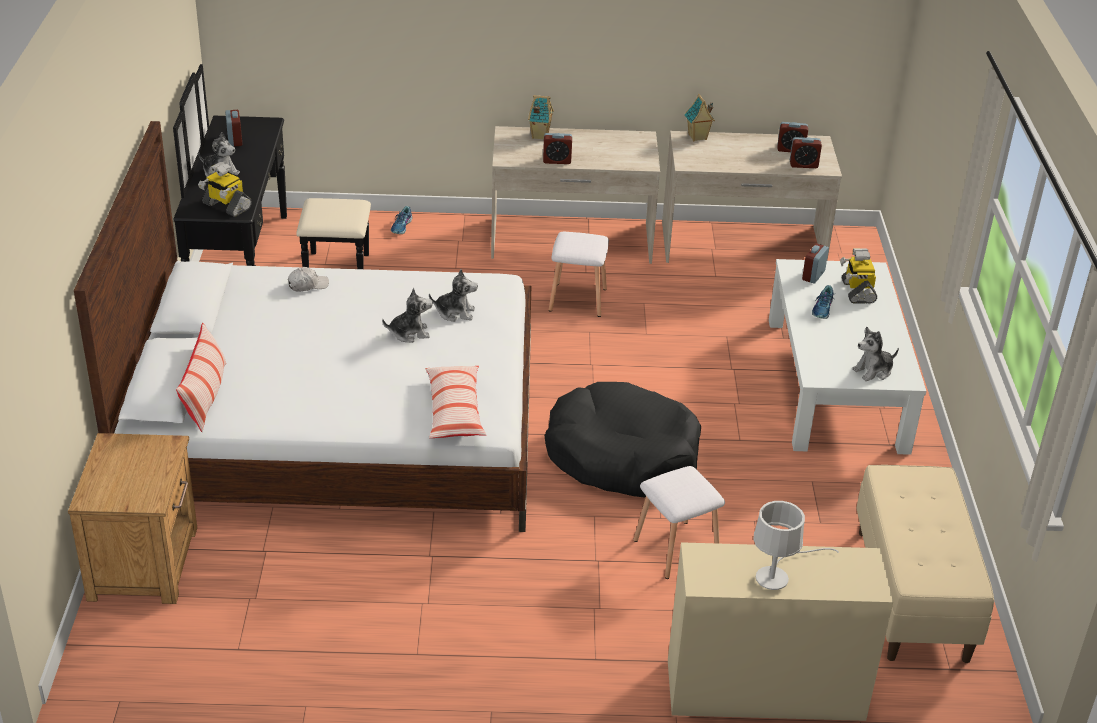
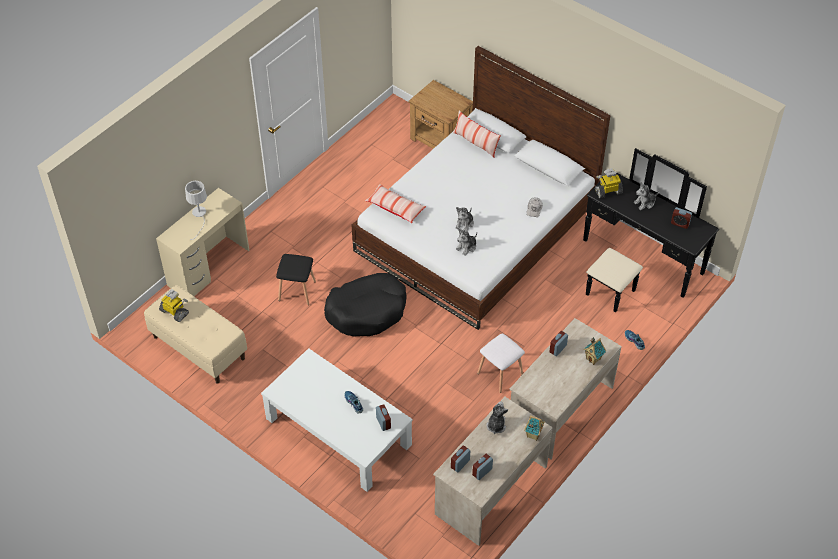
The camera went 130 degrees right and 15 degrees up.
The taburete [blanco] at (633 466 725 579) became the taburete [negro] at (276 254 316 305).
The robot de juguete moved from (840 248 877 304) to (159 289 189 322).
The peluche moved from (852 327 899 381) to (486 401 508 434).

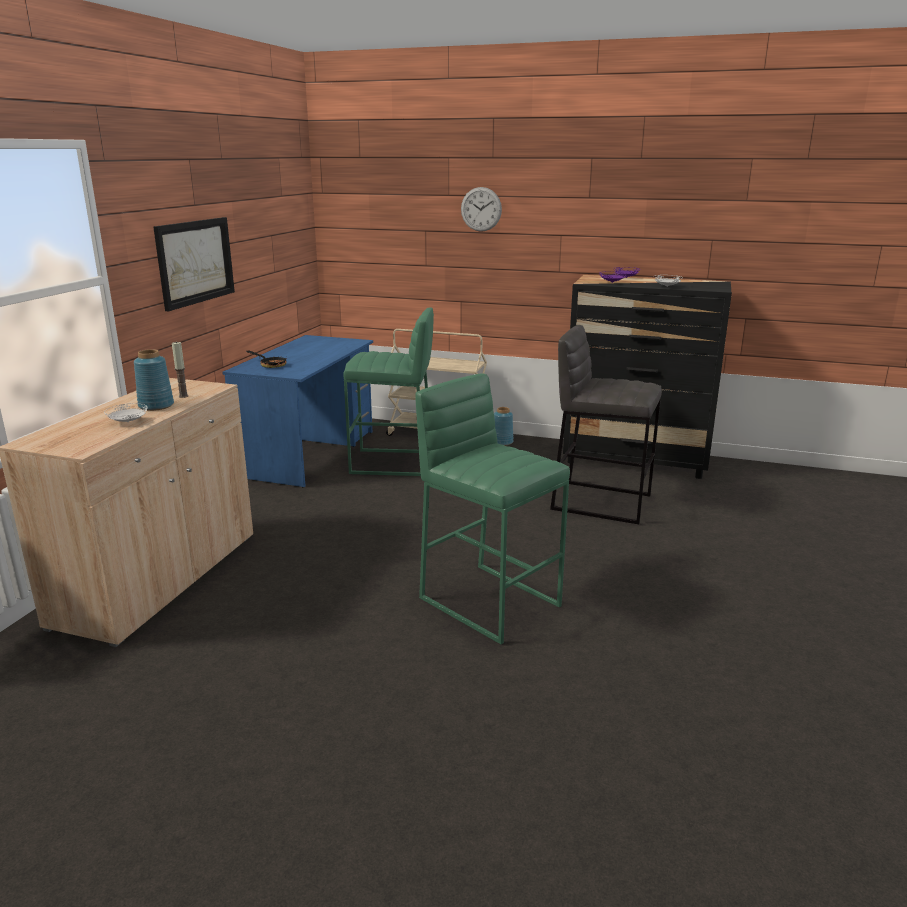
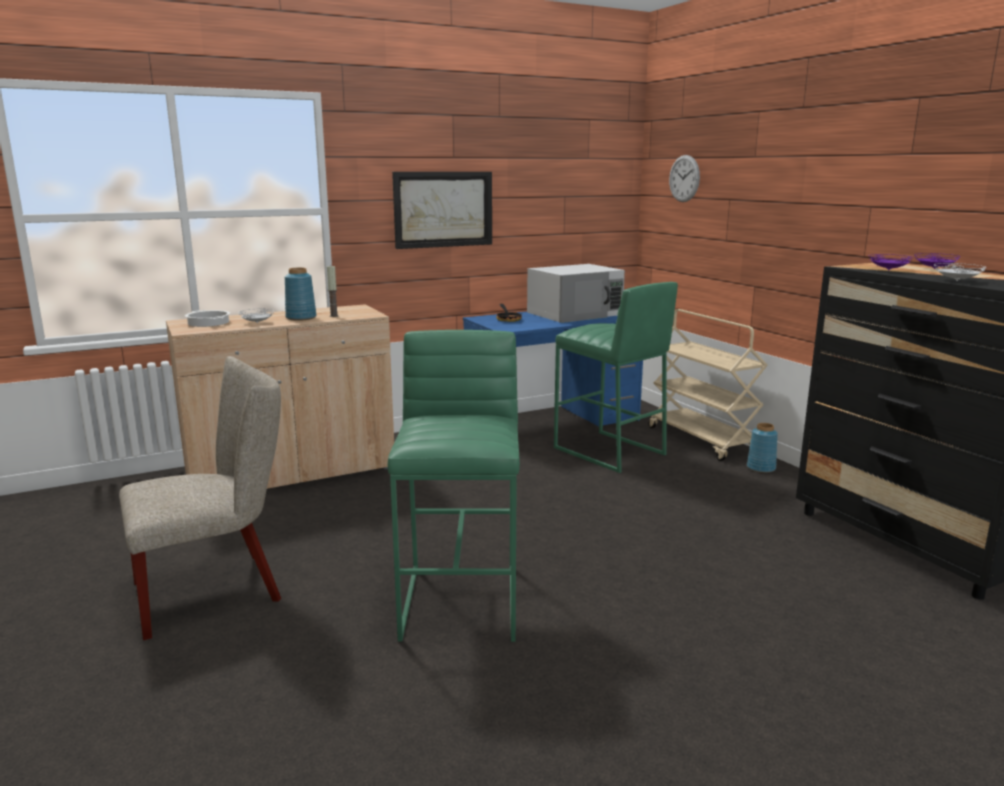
The camera went 45 degrees right and 5 degrees down.
The reloj de pared moved from (461 187 502 232) to (669 155 700 202).
The taburete [gris] at (550 325 662 524) disappeared.
The silla [beis] at (119 356 281 640) appeared.
The olla at (185 310 230 327) appeared.
The microondas [blanco] at (527 264 625 323) appeared.

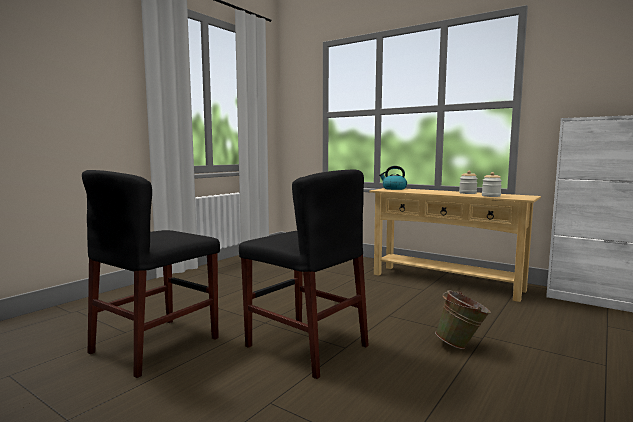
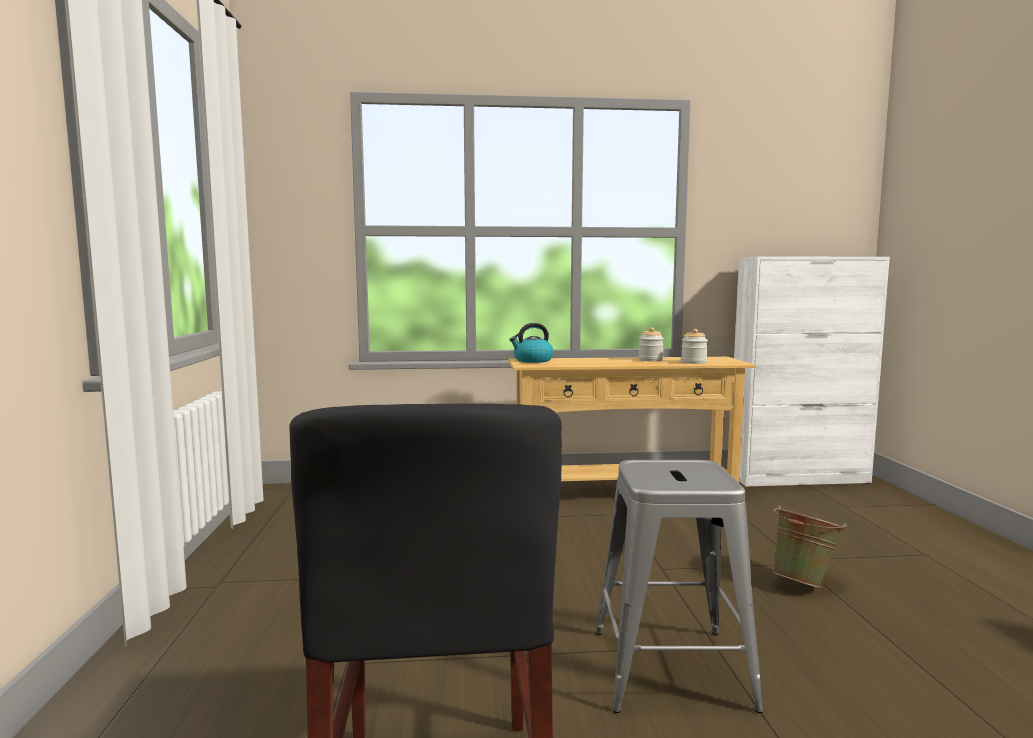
The camera went 40 degrees left and 0 degrees up.
The silla [negro] at (239 170 369 379) was replaced by the taburete [gris] at (595 460 763 713).

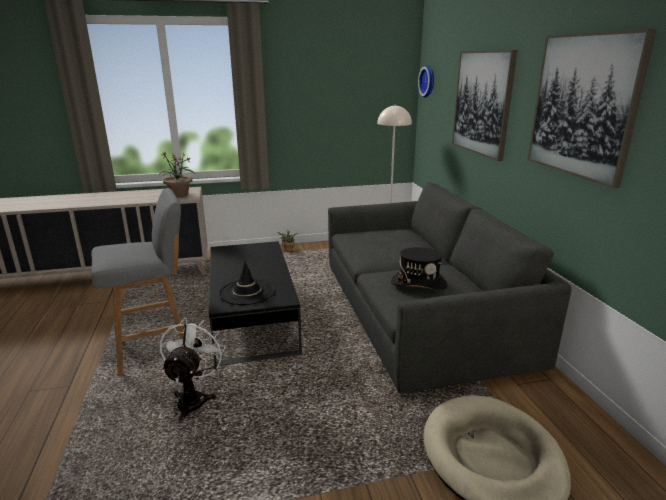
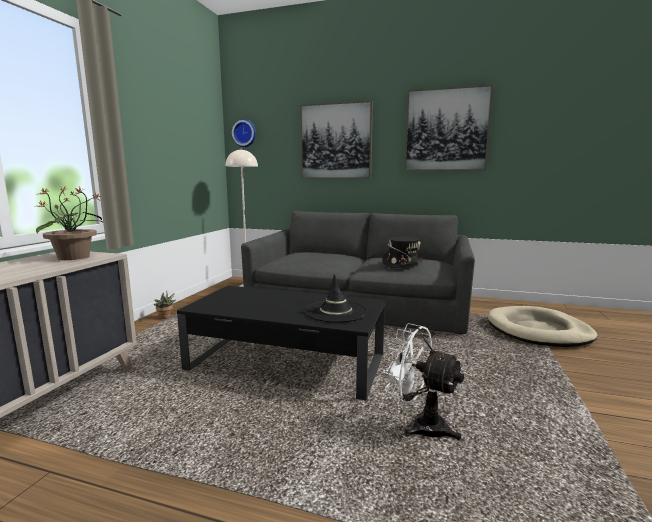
The camera went 60 degrees left and 10 degrees down.
The taburete [gris] at (91 188 186 375) disappeared.

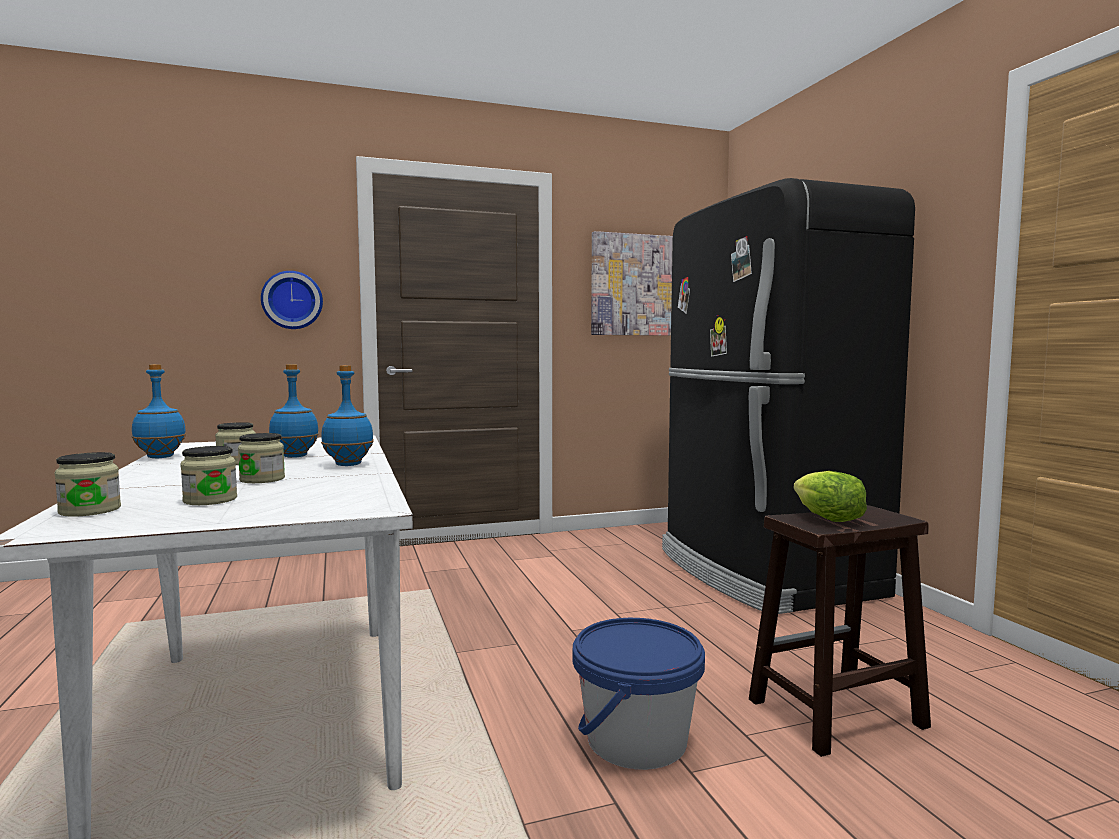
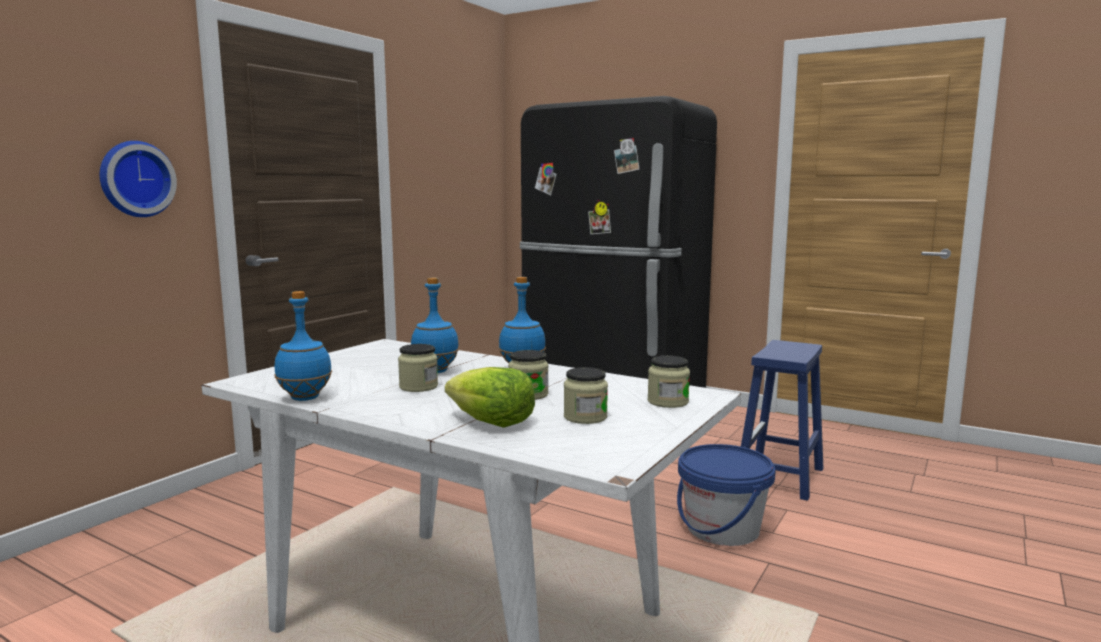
The camera went 40 degrees left and 5 degrees up.
The tarro moved from (54 452 121 517) to (647 355 690 408).
The cuadro at (591 231 673 336) disappeared.
The taburete [marrón] at (749 505 931 757) became the taburete [azul] at (741 340 823 501).
The lechuga moved from (794 471 867 522) to (445 367 535 428).

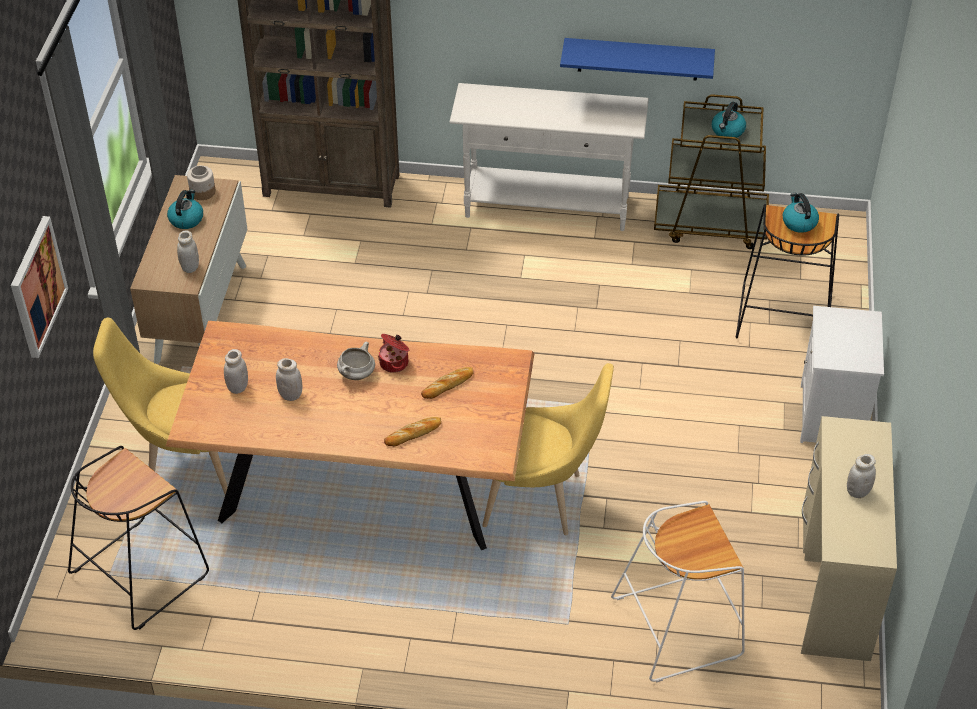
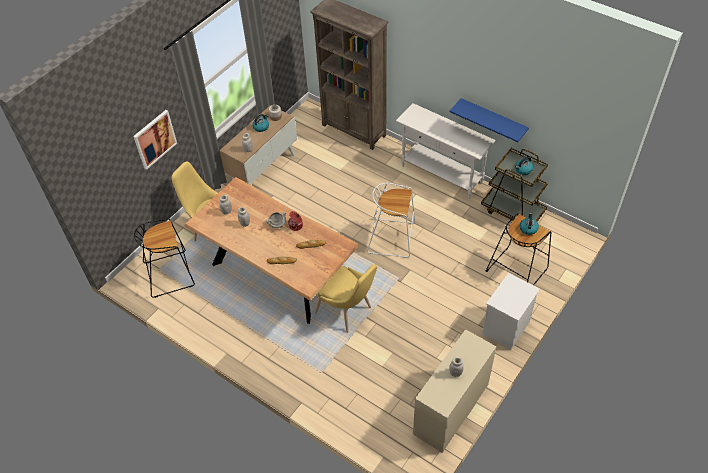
The camera went 30 degrees right and 5 degrees up.
The taburete [blanco] moved from (611 501 745 683) to (367 183 415 258).

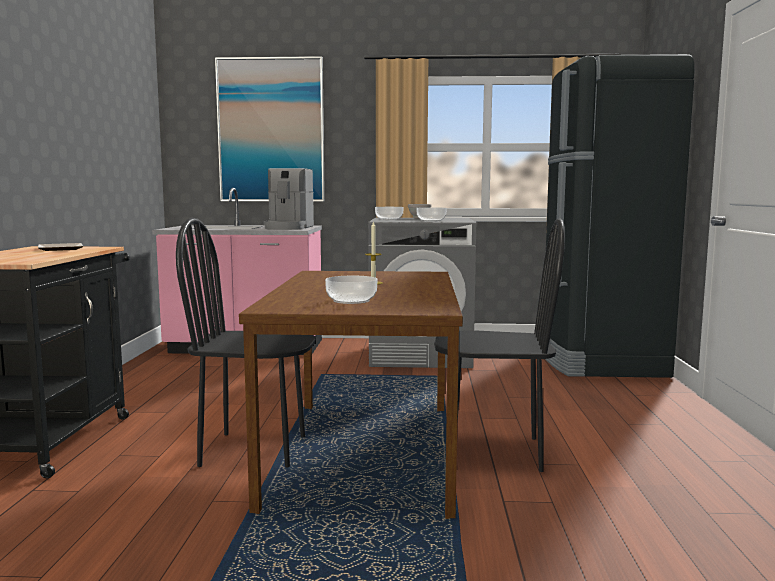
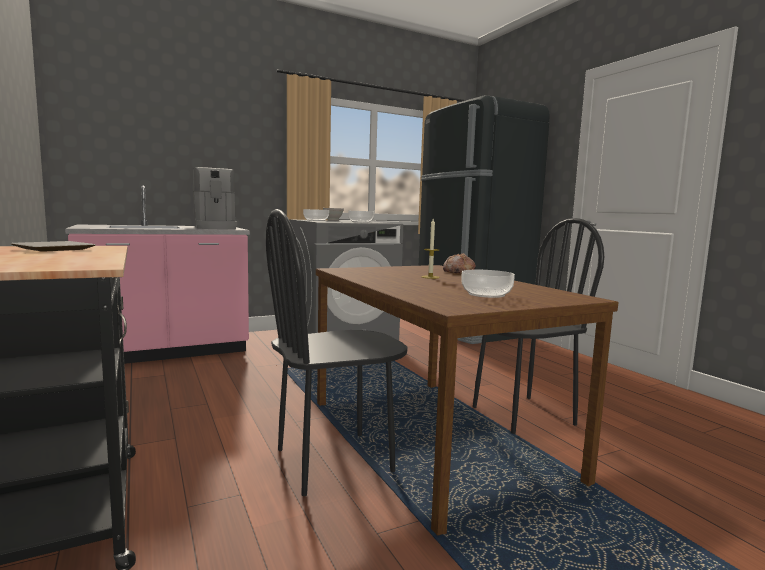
The camera went 30 degrees left and 0 degrees up.
The cuadro at (215 56 325 202) disappeared.
The pan at (443 253 476 273) appeared.

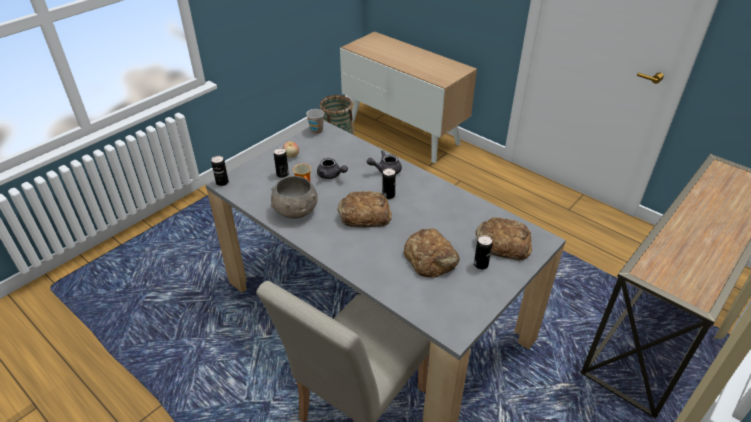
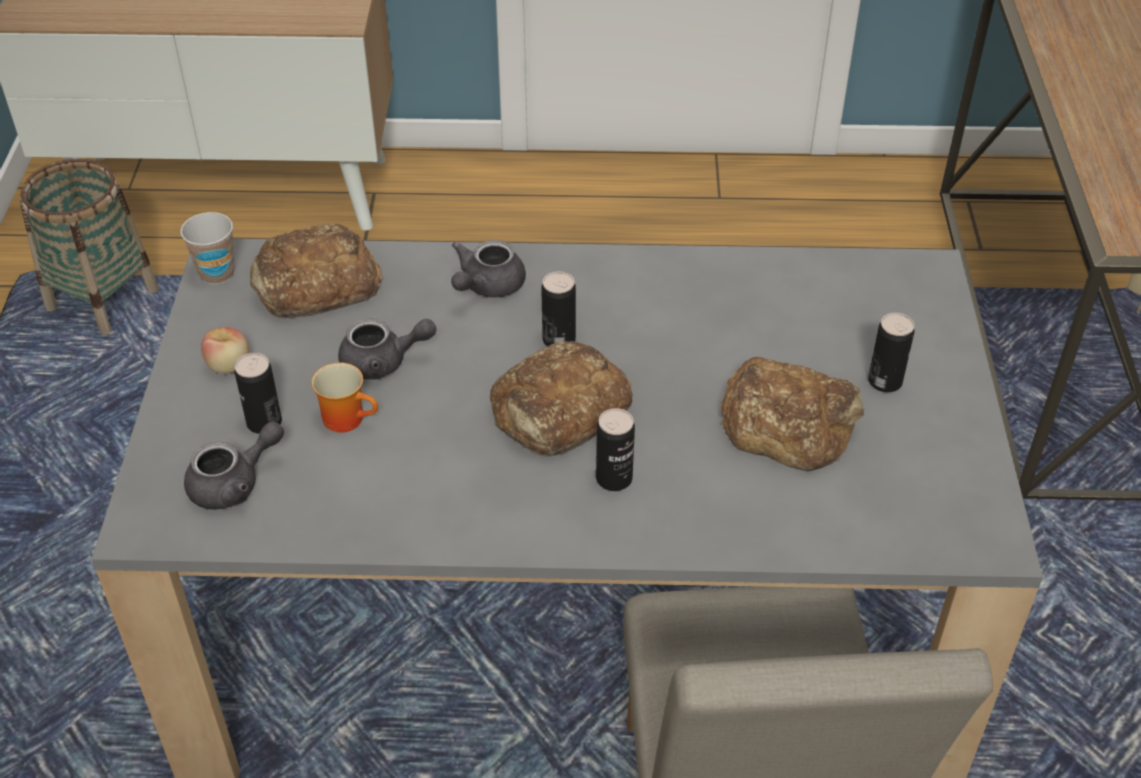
The camera went 40 degrees left and 5 degrees up.
The lata moved from (211 156 229 186) to (596 408 635 491).
The cuenco [gris] at (271 176 318 218) disappeared.
The pan moved from (476 217 532 261) to (250 224 383 319).
The tetera [gris] at (184 421 284 510) appeared.

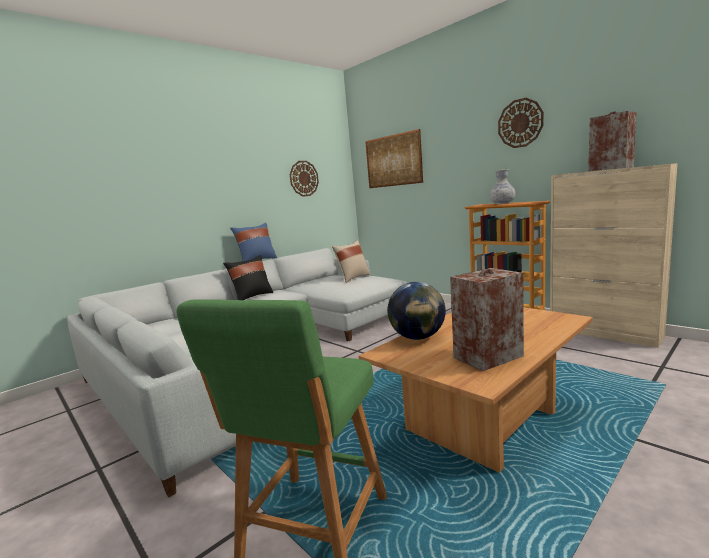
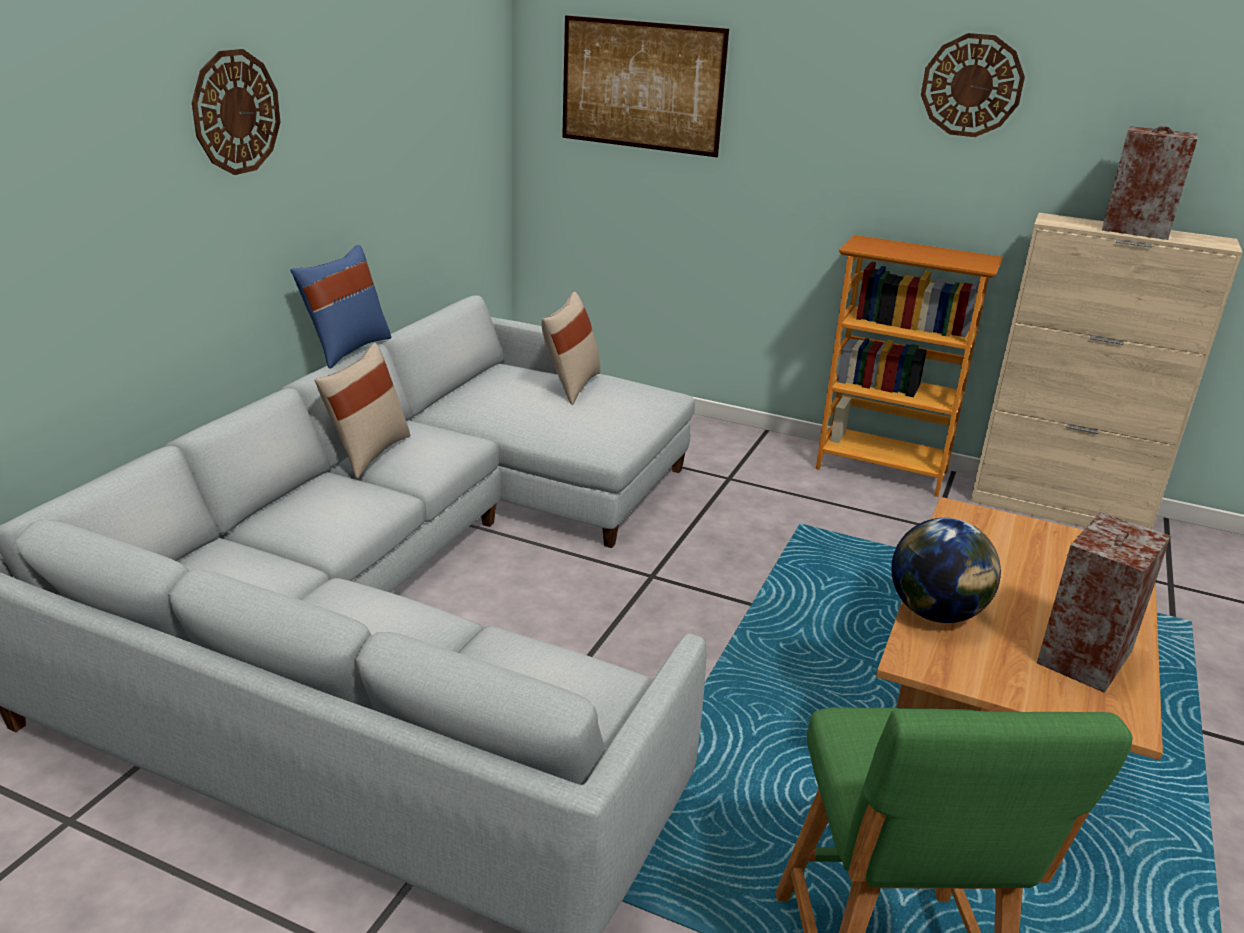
The camera went 25 degrees left and 15 degrees up.
The cojín [negro] at (223 255 273 300) became the cojín [beis] at (314 343 410 479).
The reloj de pared moved from (290 161 319 197) to (192 49 280 175).
The florero at (490 169 516 204) disappeared.

